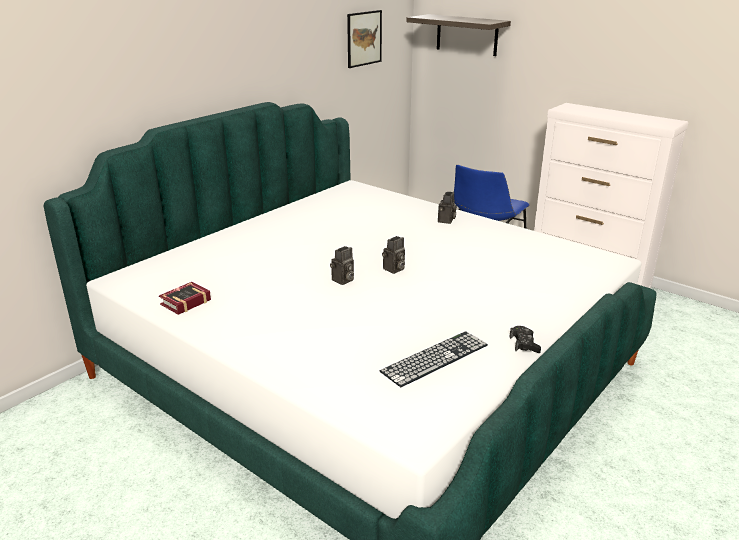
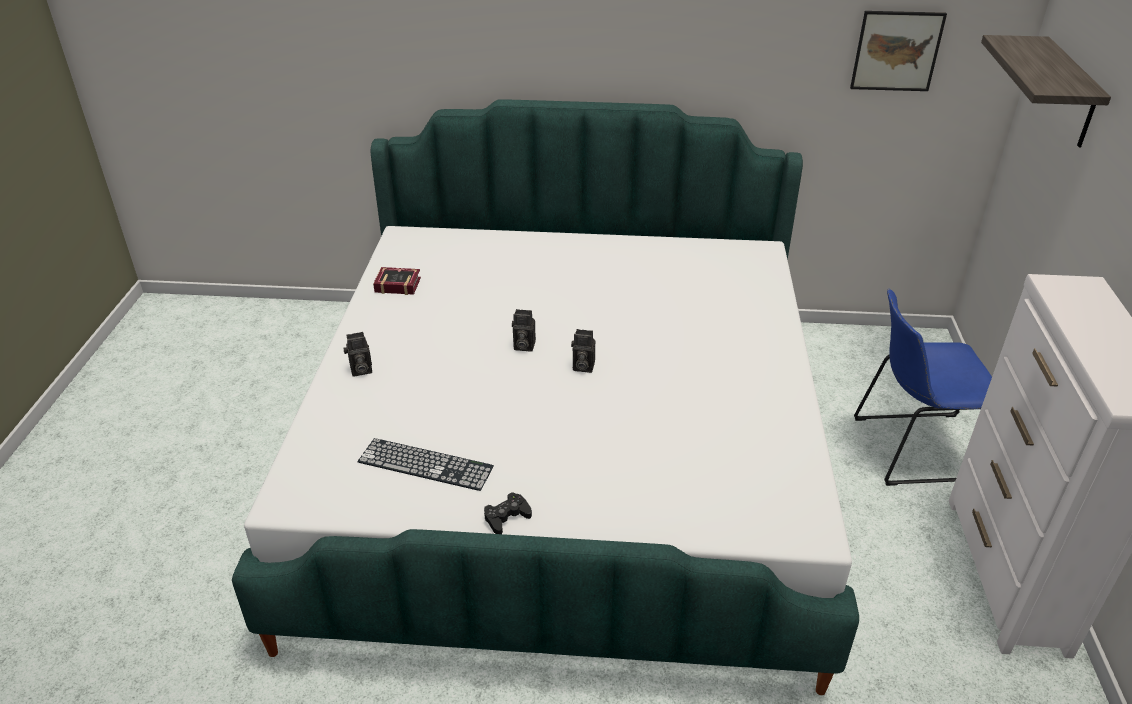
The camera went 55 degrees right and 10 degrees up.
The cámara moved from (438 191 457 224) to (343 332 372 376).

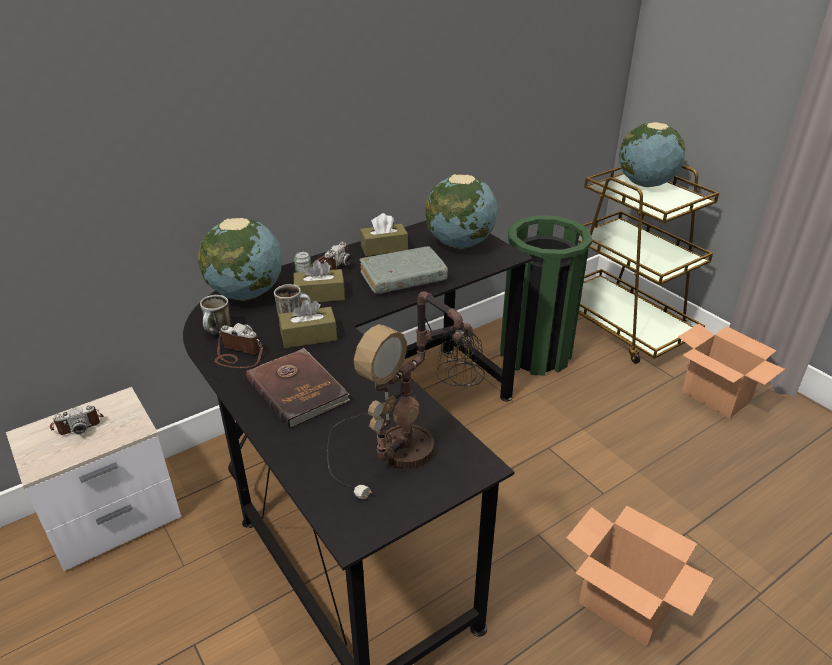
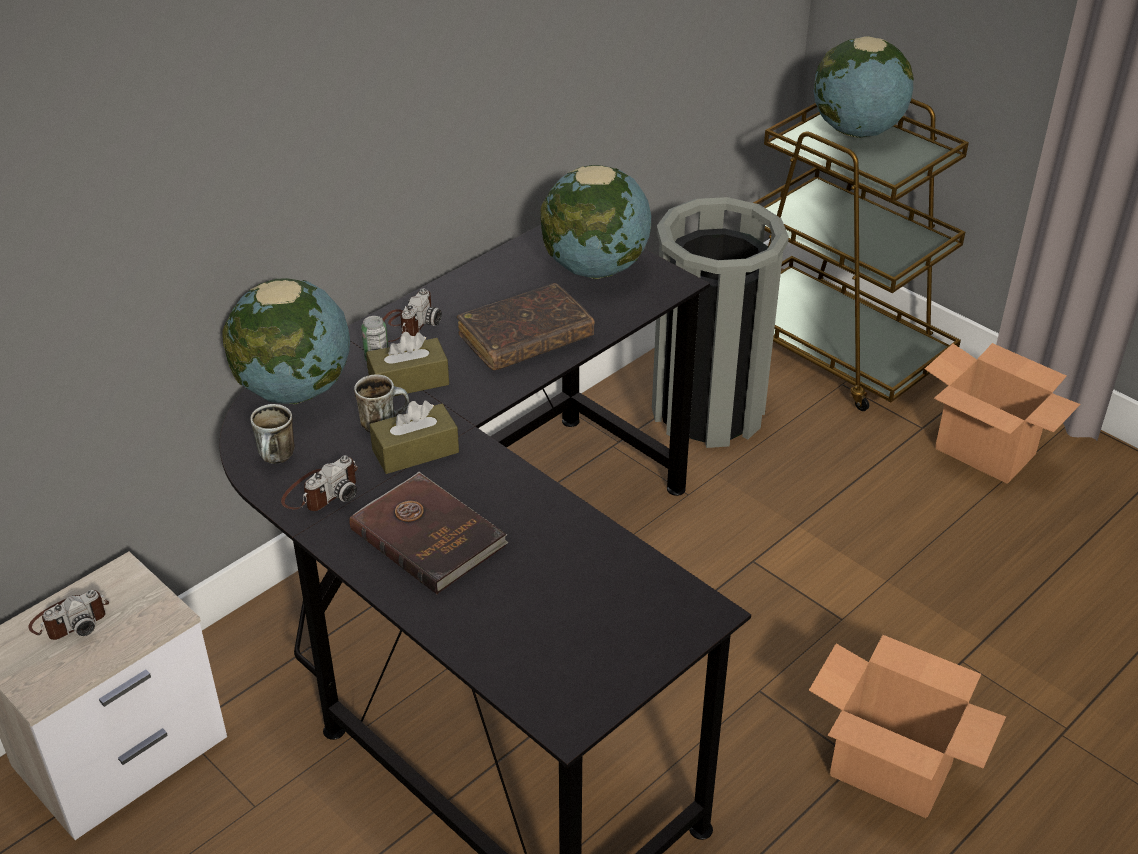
The camera went 10 degrees left and 5 degrees up.
The cámara at (215 323 263 368) turned 120 degrees clockwise.
The lámpara de mesa at (327 291 485 500) disappeared.
The caja de pañuelos [marrón] at (360 213 408 256) disappeared.
The libro [gris] at (360 246 448 294) became the libro [marrón] at (457 283 595 370).
The papelera [verde] at (500 215 592 376) became the papelera [gris] at (652 197 789 448).

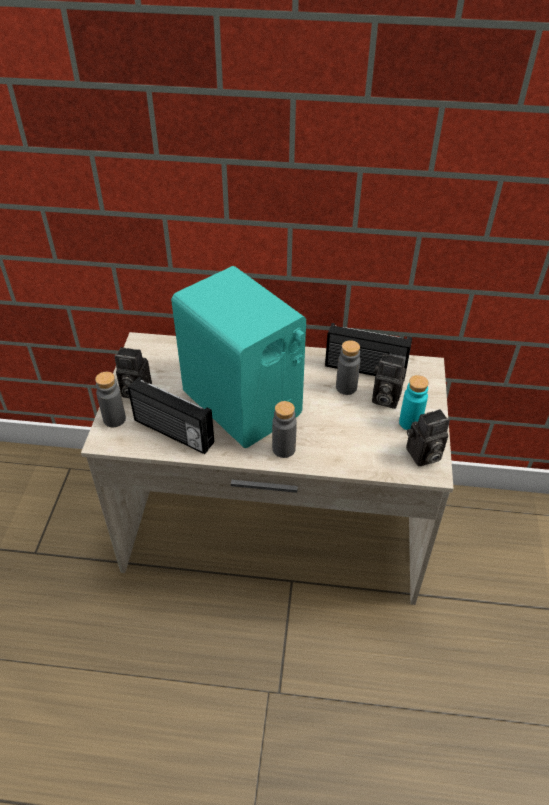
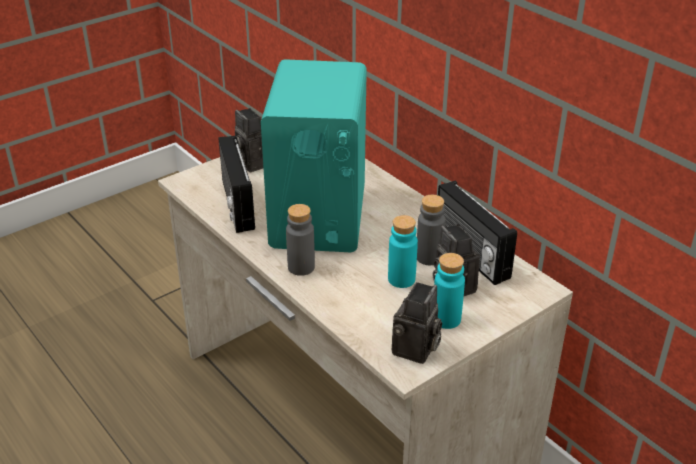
The camera went 45 degrees right and 10 degrees down.
The botella [gris] at (95 372 126 427) disappeared.
The cámara at (406 409 450 466) turned 90 degrees counterclockwise.
The botella [turquesa] at (388 215 418 288) appeared.

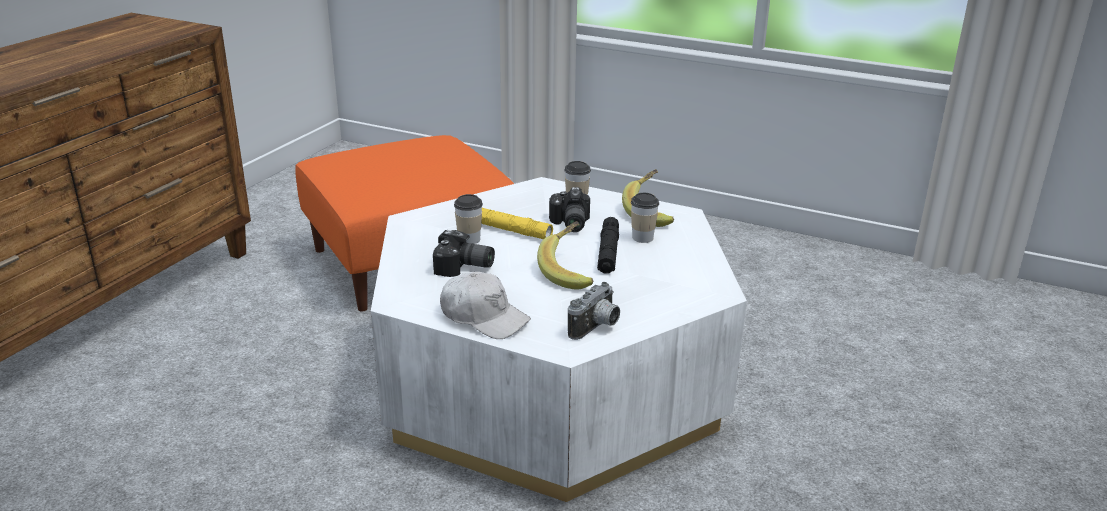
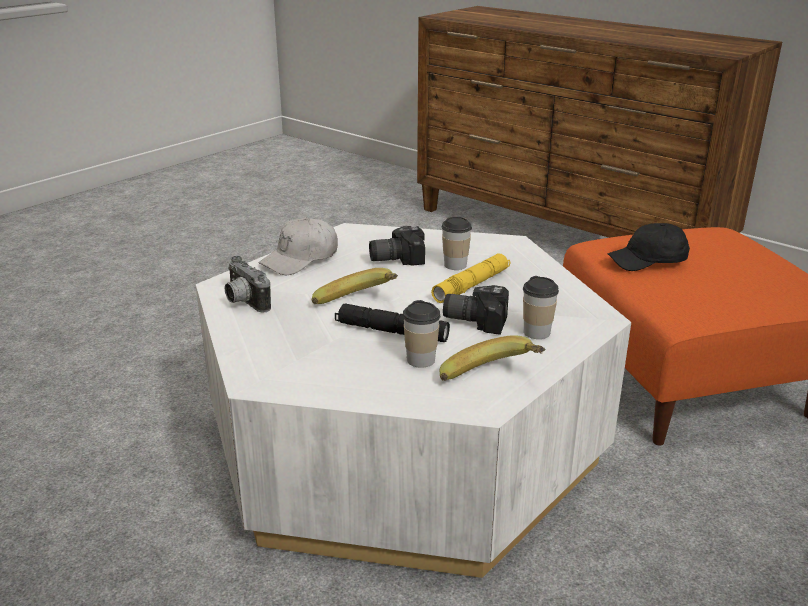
The camera went 105 degrees right and 0 degrees up.
The cámara at (433 230 495 277) turned 45 degrees clockwise.
The gorra [negro] at (608 223 690 271) appeared.

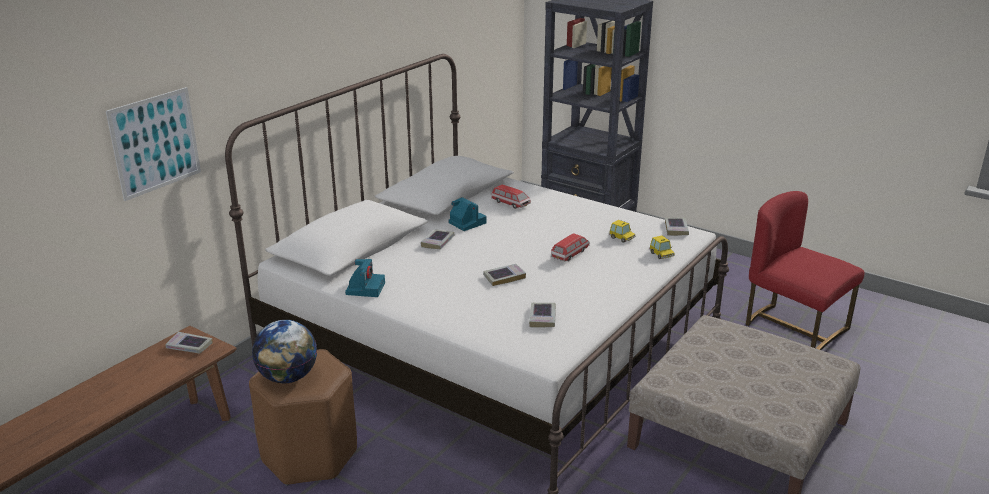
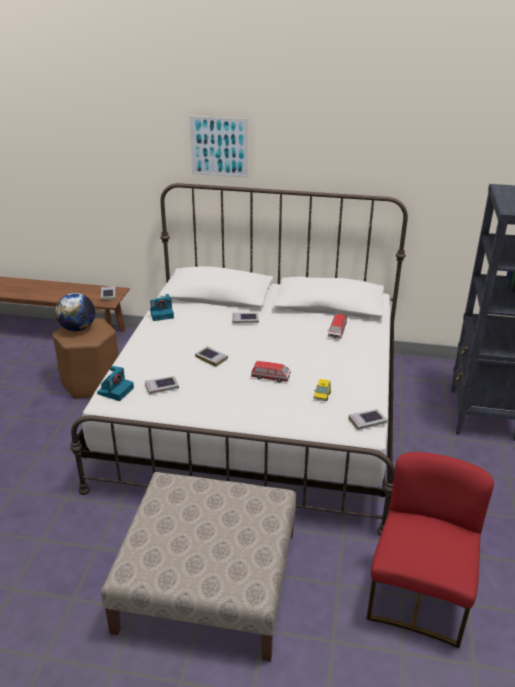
The camera went 65 degrees right and 5 degrees up.
The cuadro moved from (106 87 201 201) to (189 116 248 178).
The cámara moved from (448 197 486 231) to (97 366 134 401).
The coche de juguete at (649 235 675 259) disappeared.

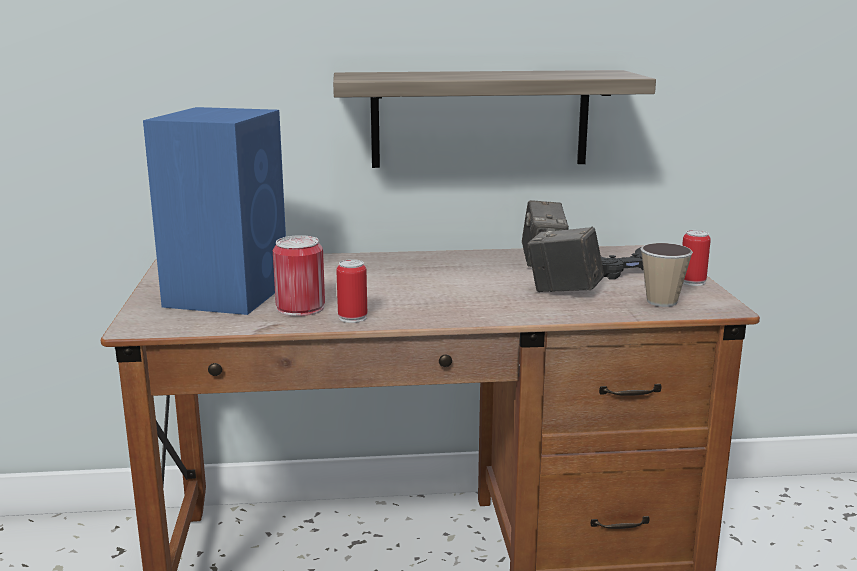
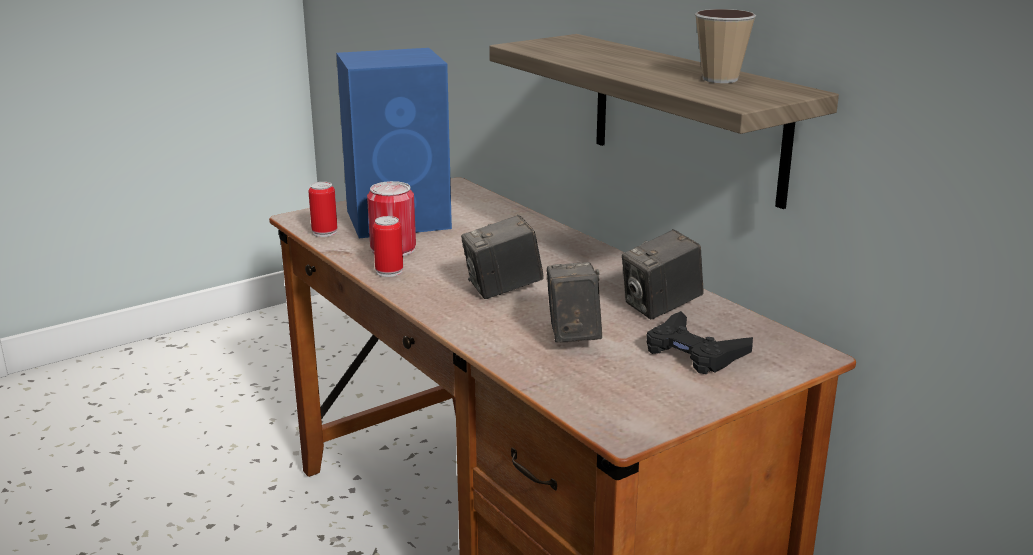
The camera went 60 degrees right and 5 degrees up.
The taza moved from (640 243 693 307) to (695 9 756 83).
The lata moved from (682 230 711 286) to (308 182 338 237).
The cámara at (461 215 544 299) appeared.

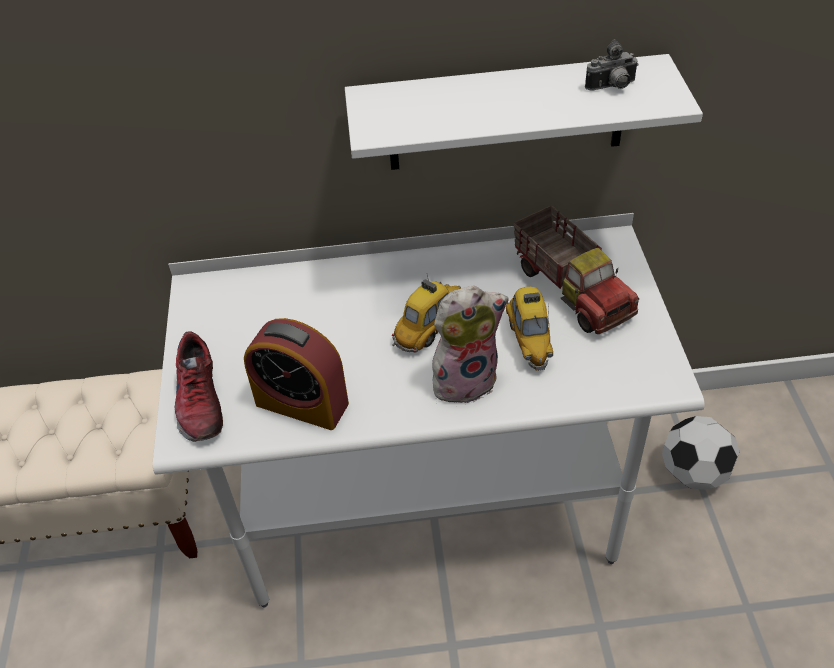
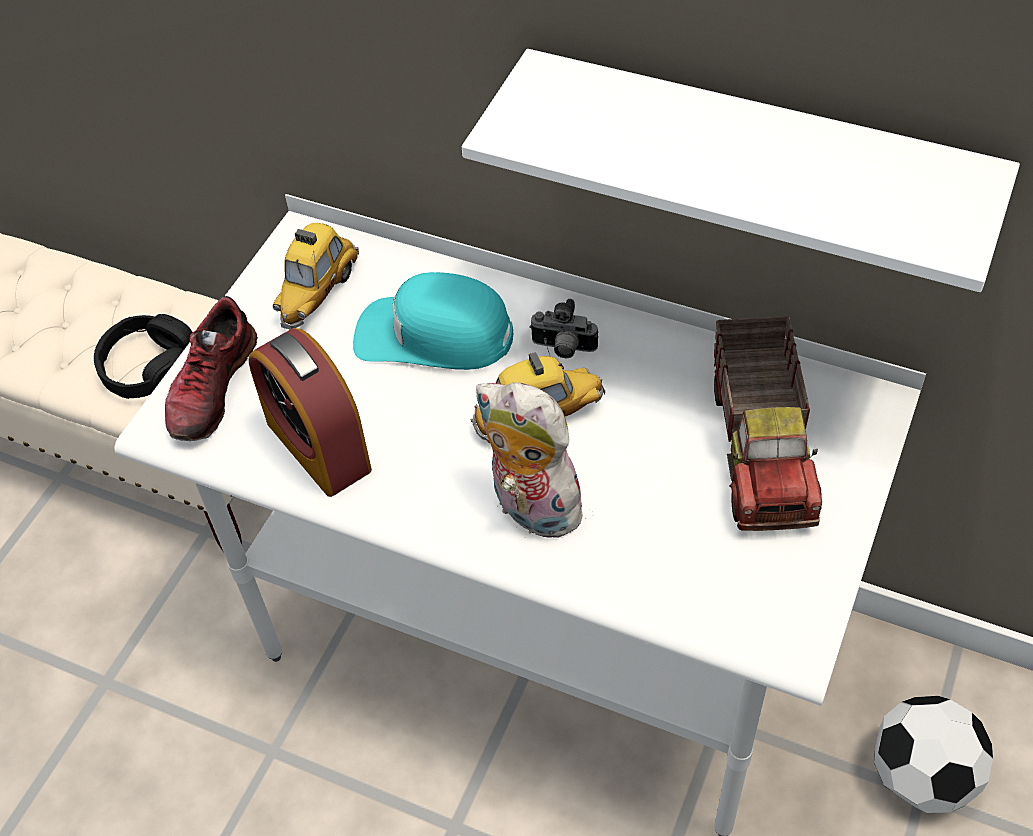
The camera went 30 degrees right and 5 degrees up.
The peluche at (432 286 509 403) turned 150 degrees counterclockwise.
The coche de juguete moved from (506 287 553 371) to (272 223 359 330).
The cámara moved from (585 39 638 91) to (530 299 598 358).
The auriculares [negro] at (94 314 193 399) appeared.
The gorra [turquesa] at (353 272 513 370) appeared.

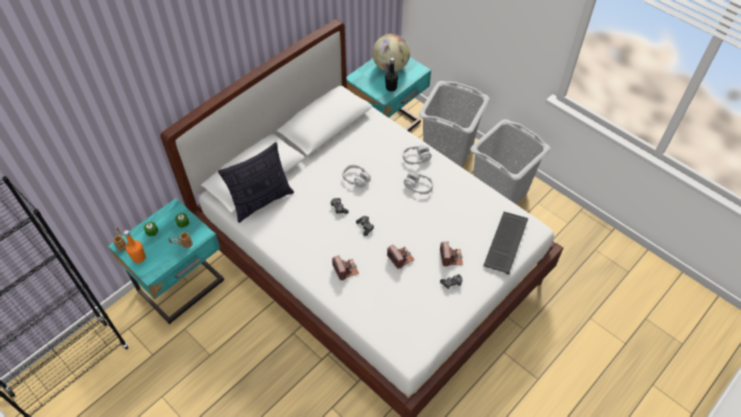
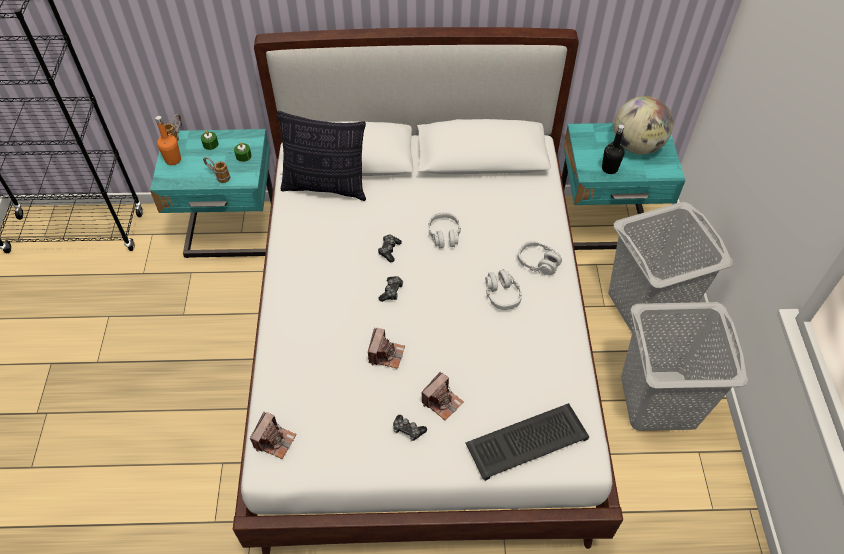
The camera went 45 degrees right and 0 degrees up.
The cámara moved from (332 255 359 281) to (250 412 296 459).

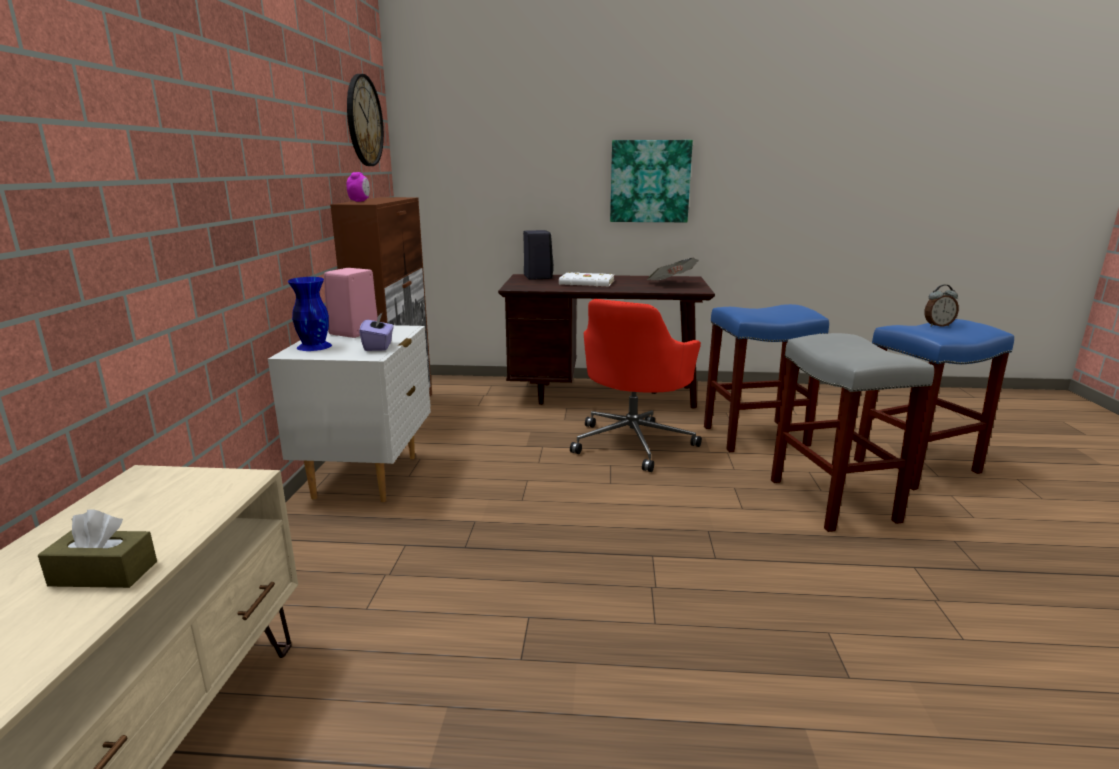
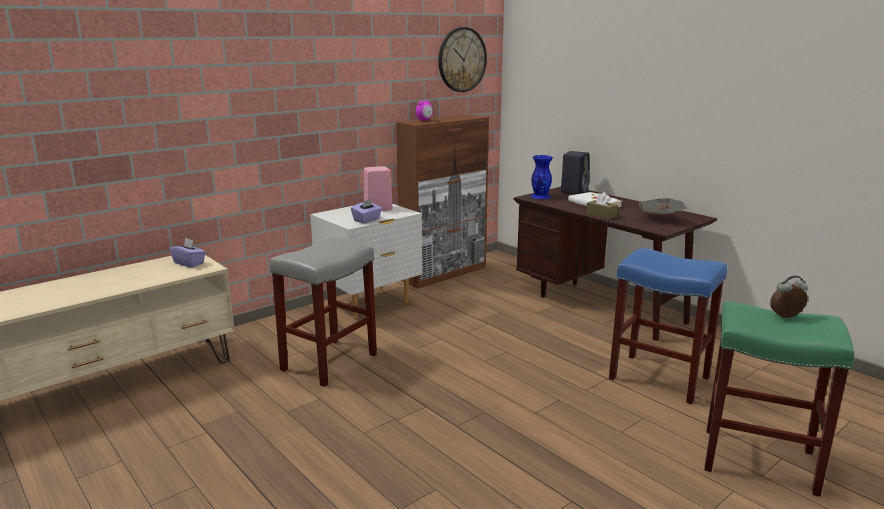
The camera went 45 degrees right and 0 degrees up.
The caja de pañuelos [marrón] moved from (38 509 157 588) to (586 192 618 219).
The florero [azul] moved from (288 277 332 351) to (531 155 553 199).
The silla de oficina [rojo] at (570 299 702 472) disappeared.
The cuadro at (610 140 693 222) disappeared.
The taburete [gris] moved from (771 333 934 532) to (270 237 377 387).
The taburete [azul] at (854 319 1014 490) became the taburete [verde] at (704 301 854 497).
The despertador at (924 284 959 327) turned 135 degrees clockwise.
The caja de pañuelos [morado] at (169 238 206 267) appeared.

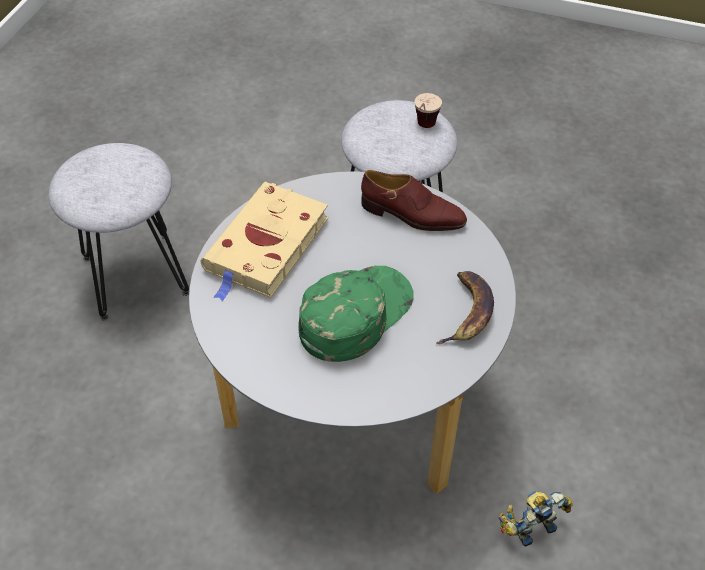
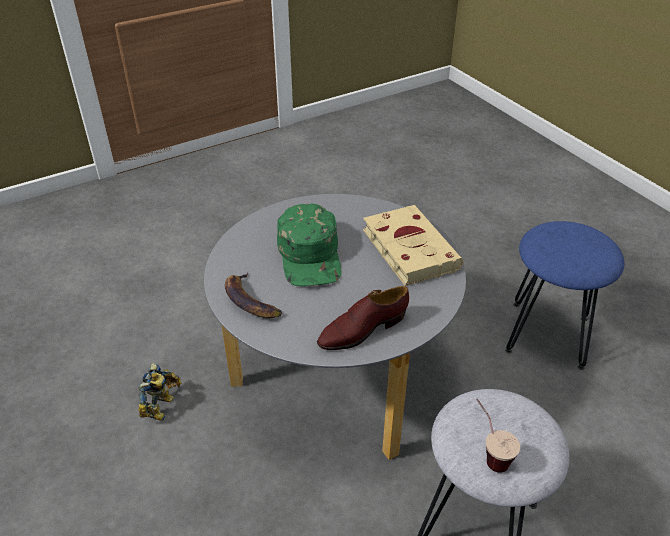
The camera went 130 degrees right and 10 degrees down.
The taburete [gris] at (48 143 189 320) became the taburete [azul] at (505 221 625 370).

